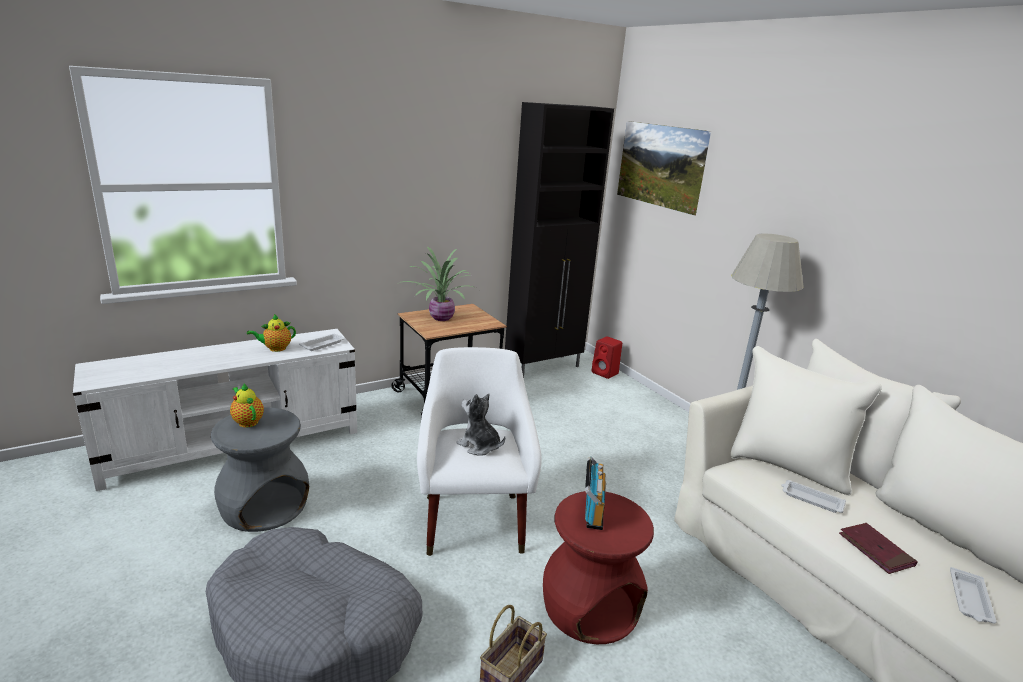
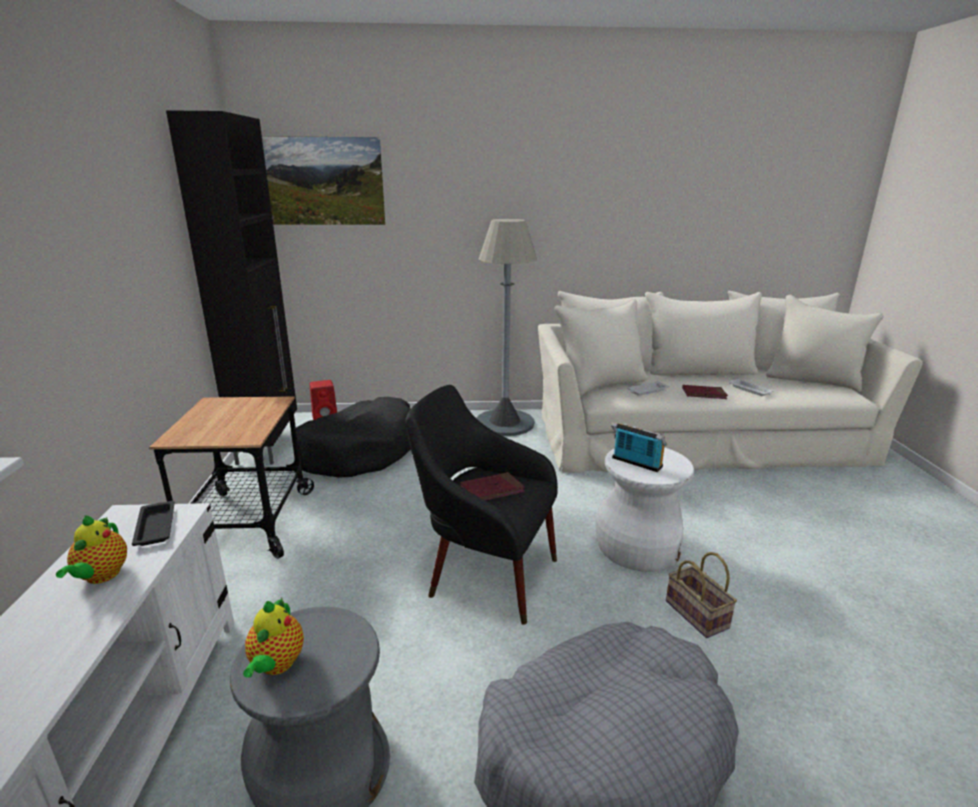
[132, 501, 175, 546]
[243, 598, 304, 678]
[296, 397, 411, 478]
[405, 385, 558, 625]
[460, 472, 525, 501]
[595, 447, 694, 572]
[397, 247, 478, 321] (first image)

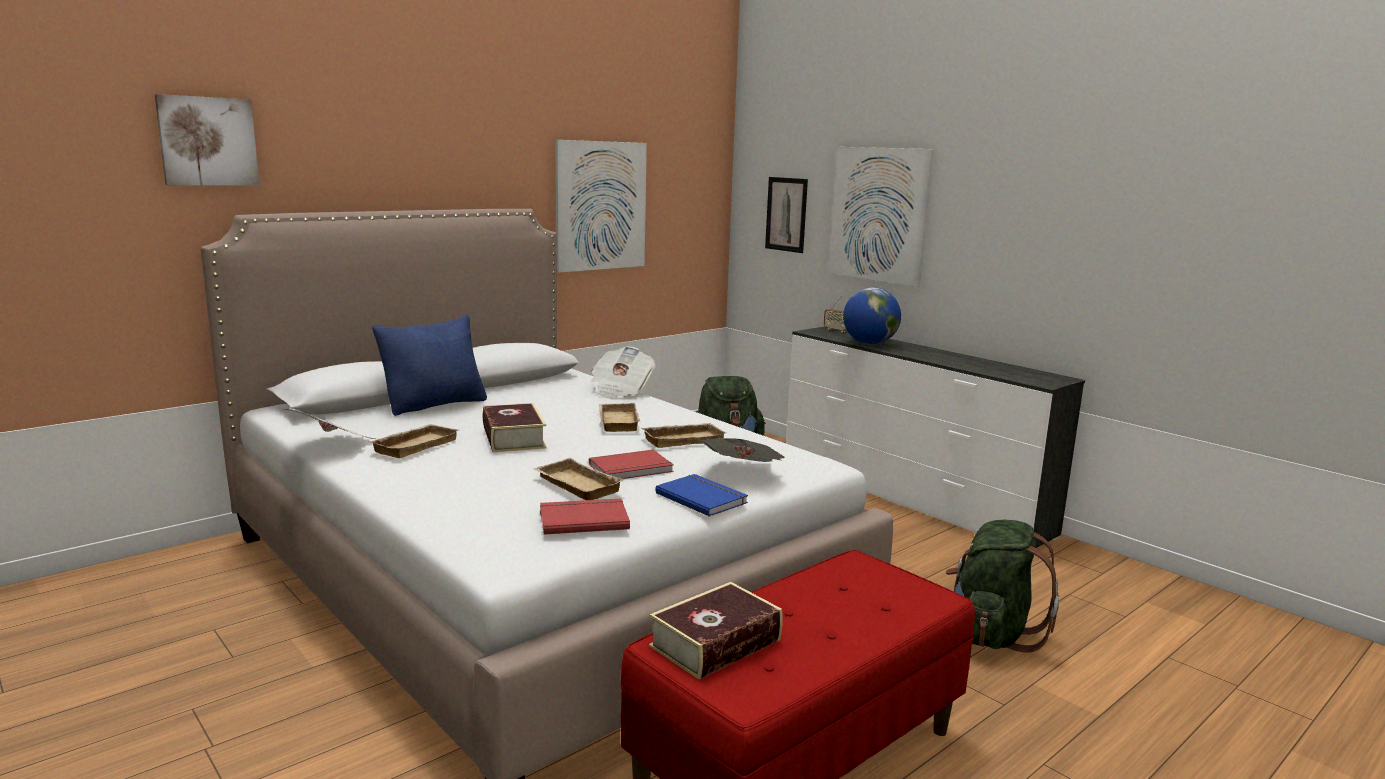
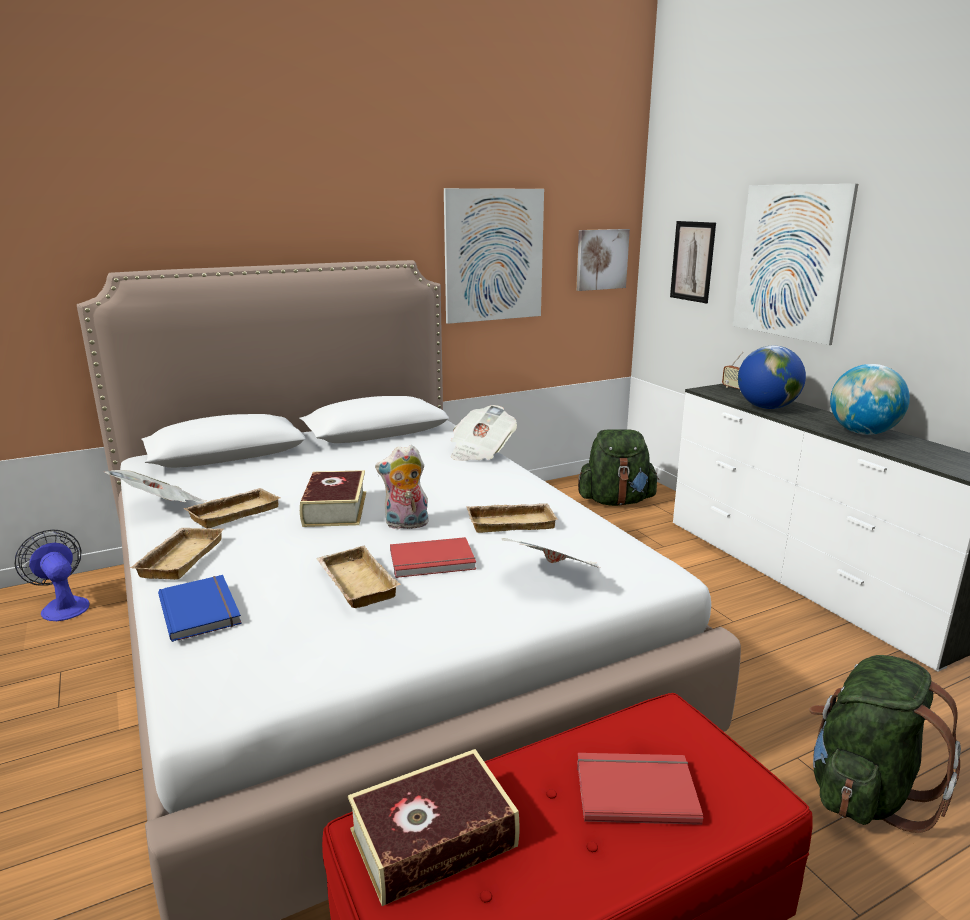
[14, 530, 90, 621]
[130, 528, 224, 580]
[158, 575, 242, 642]
[375, 445, 429, 529]
[576, 229, 630, 291]
[577, 753, 703, 825]
[830, 364, 910, 435]
[372, 315, 487, 416] (first image)

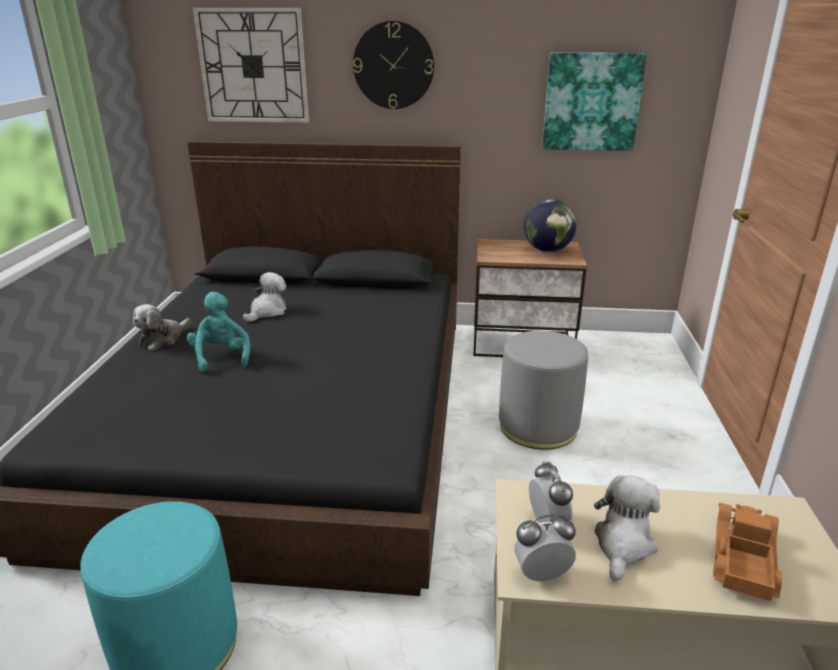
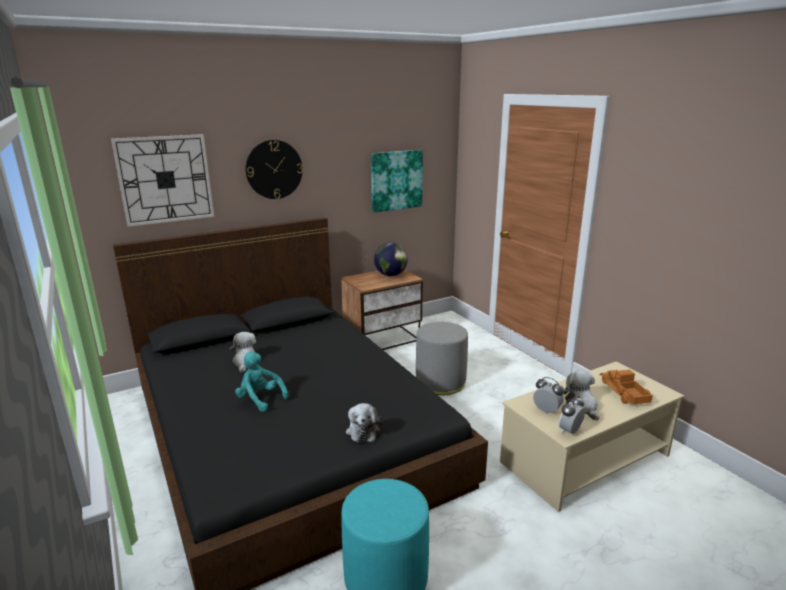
[346, 403, 382, 443]

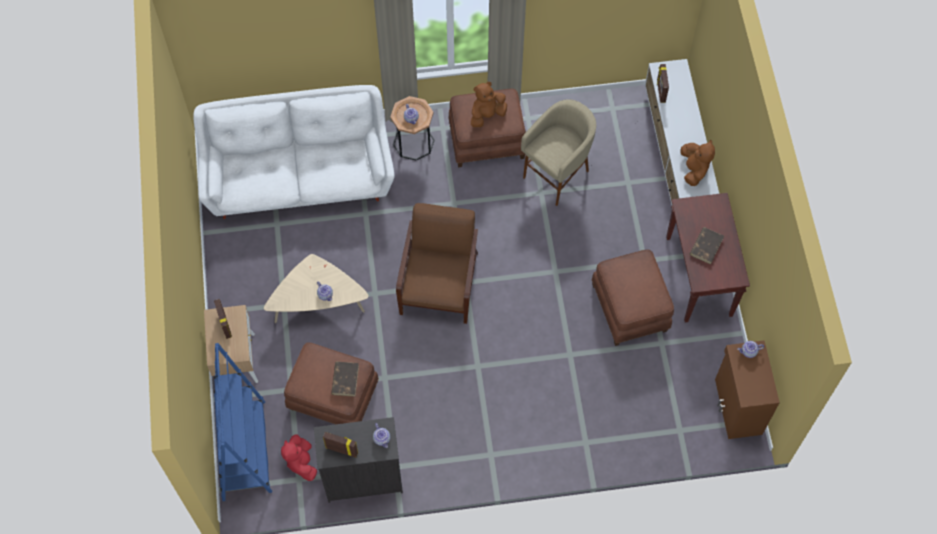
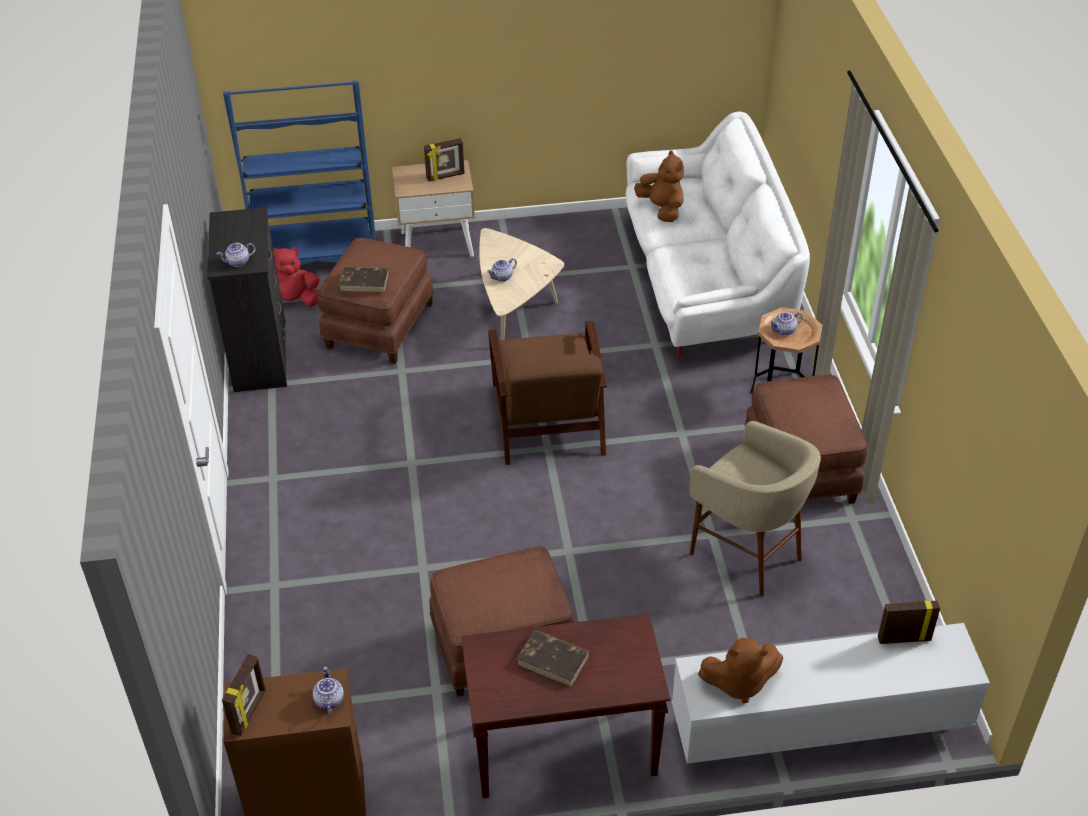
[222, 654, 266, 736]
[488, 321, 607, 465]
[634, 151, 684, 222]

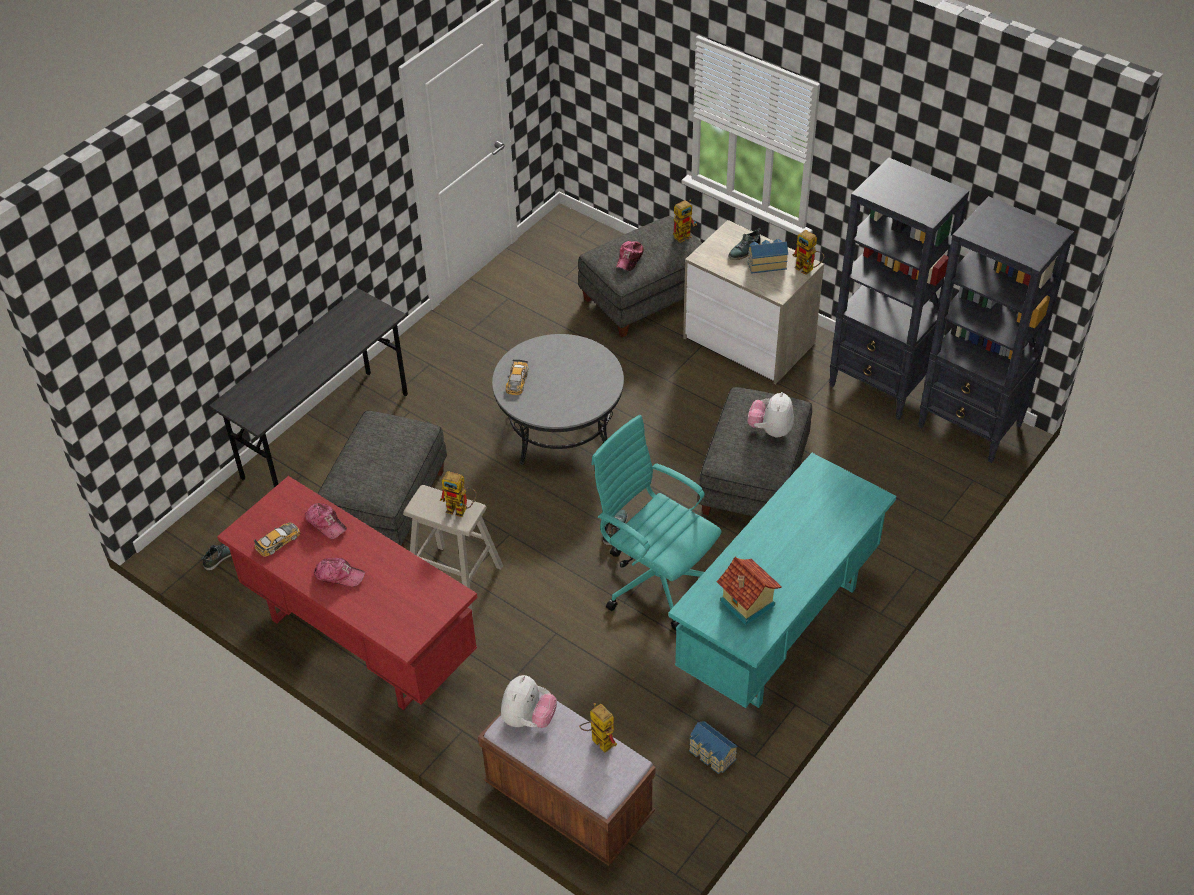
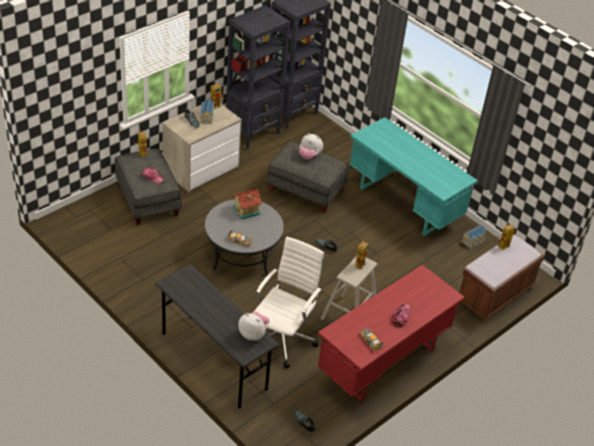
[232, 189, 262, 219]
[238, 311, 270, 341]
[255, 237, 324, 368]
[305, 503, 347, 539] (first image)
[591, 415, 722, 631] (first image)

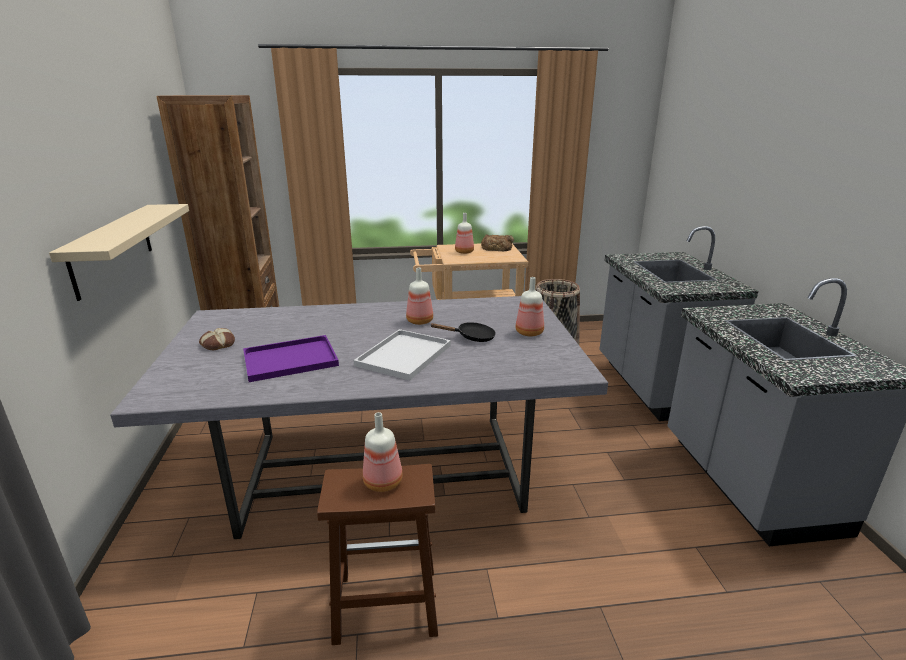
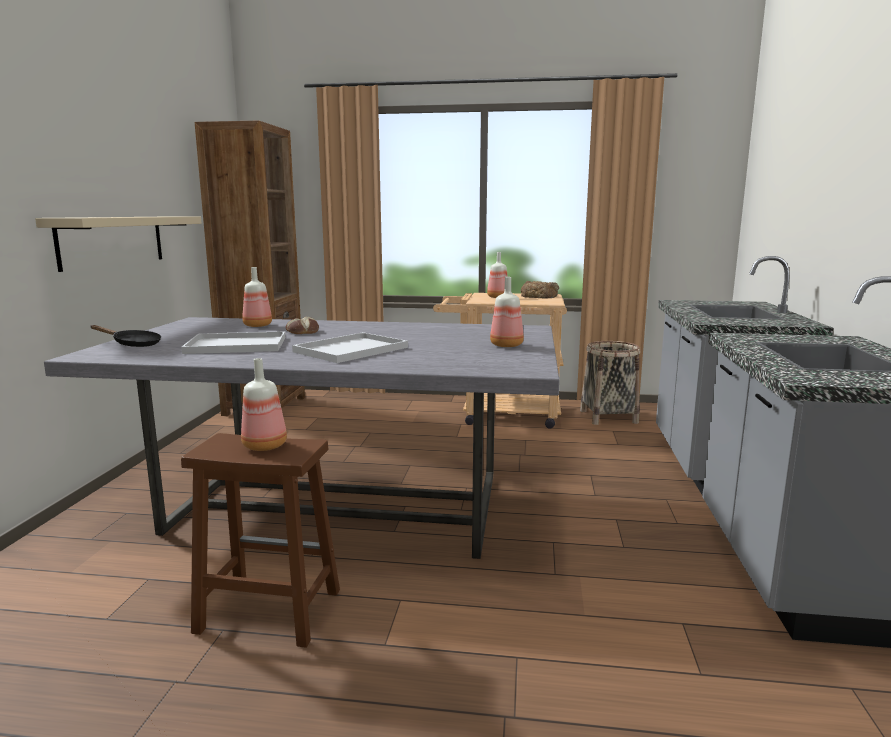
[91, 325, 161, 347]
[181, 331, 285, 354]
[242, 267, 272, 327]
[285, 317, 319, 334]

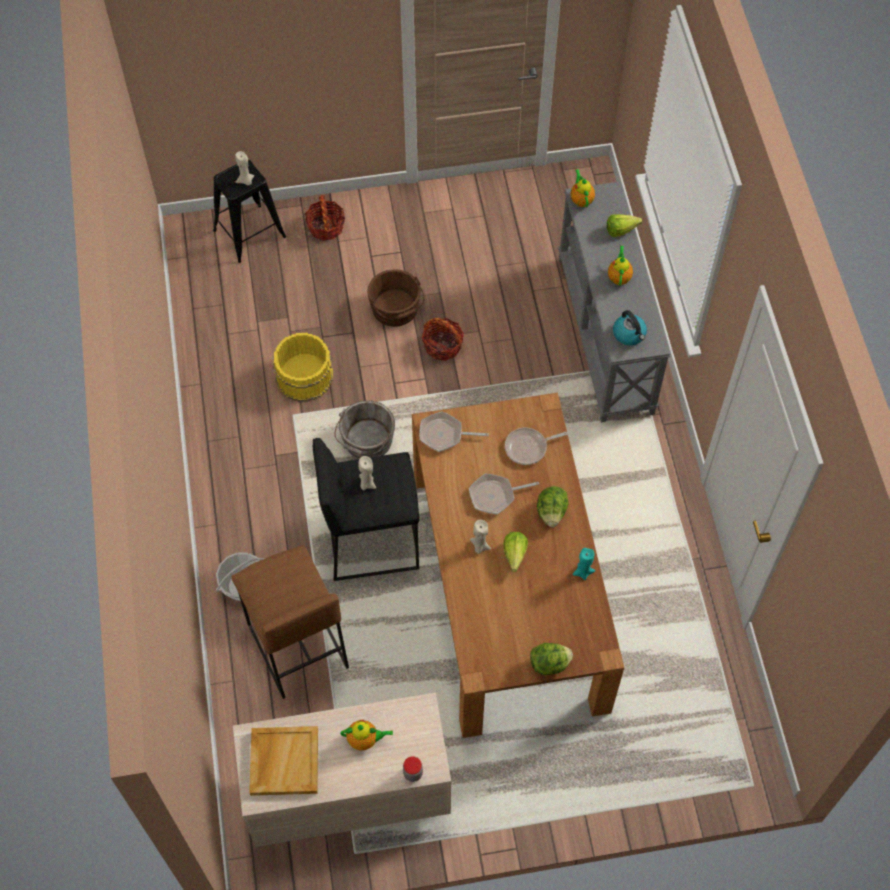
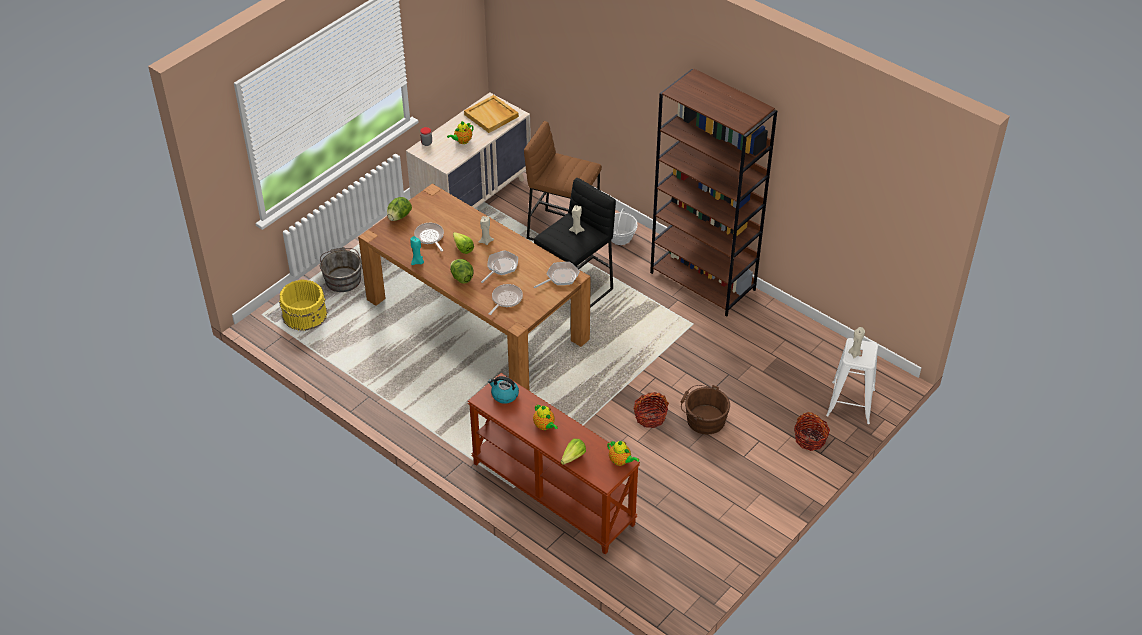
[279, 279, 328, 331]
[320, 247, 362, 292]
[414, 223, 444, 252]
[468, 373, 640, 554]
[650, 69, 777, 316]
[826, 338, 878, 424]

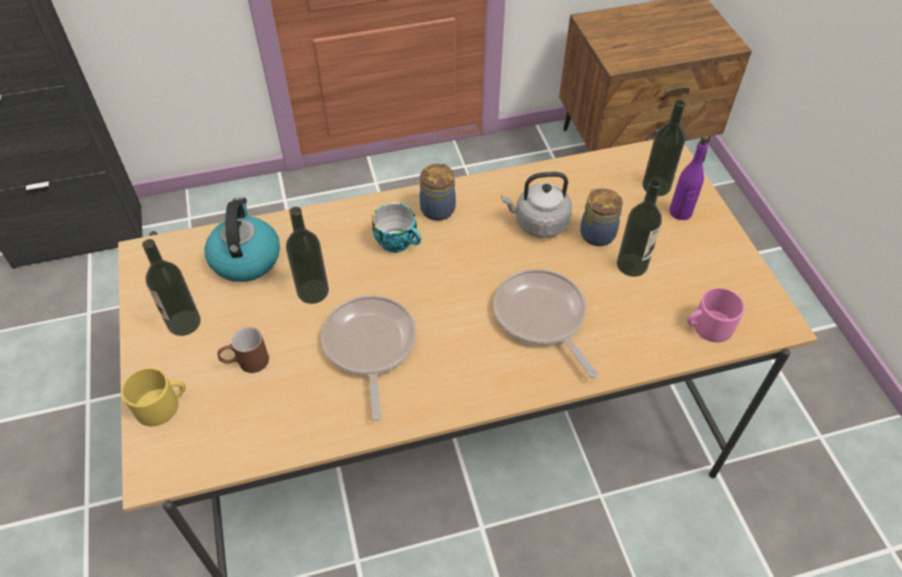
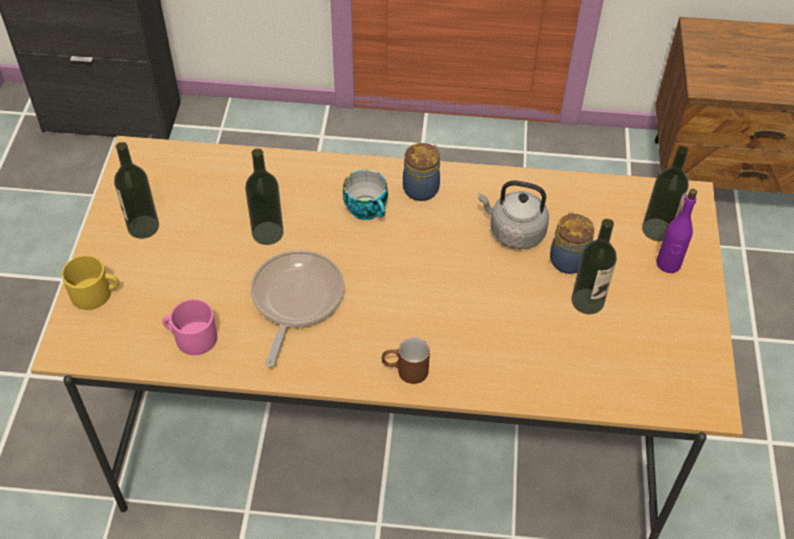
[162, 299, 217, 355]
[382, 337, 430, 384]
[205, 197, 280, 282] (first image)
[493, 269, 598, 378] (first image)

